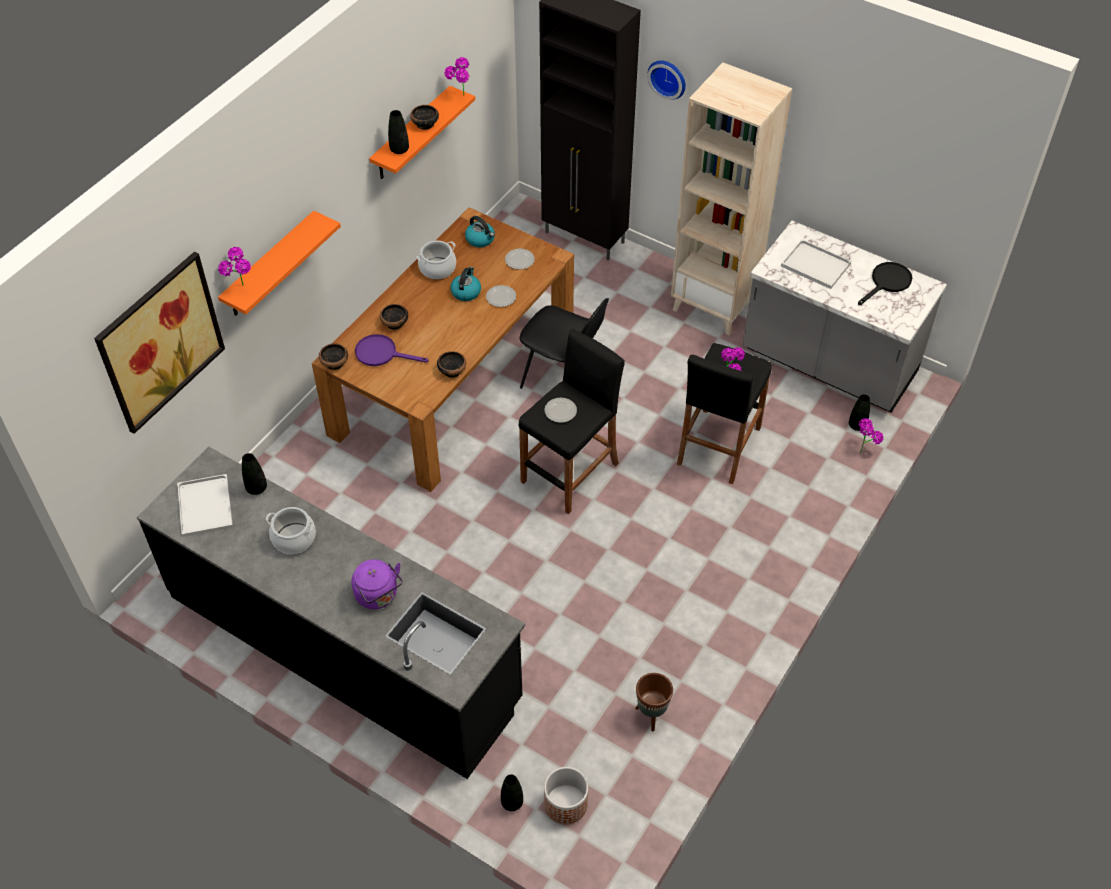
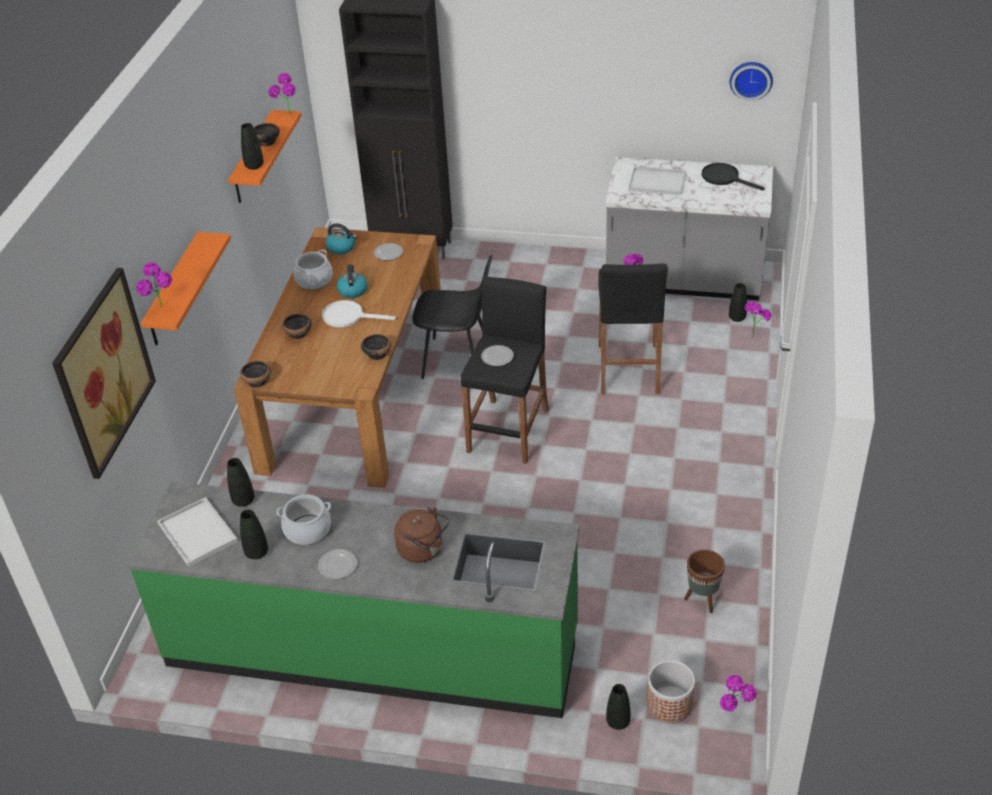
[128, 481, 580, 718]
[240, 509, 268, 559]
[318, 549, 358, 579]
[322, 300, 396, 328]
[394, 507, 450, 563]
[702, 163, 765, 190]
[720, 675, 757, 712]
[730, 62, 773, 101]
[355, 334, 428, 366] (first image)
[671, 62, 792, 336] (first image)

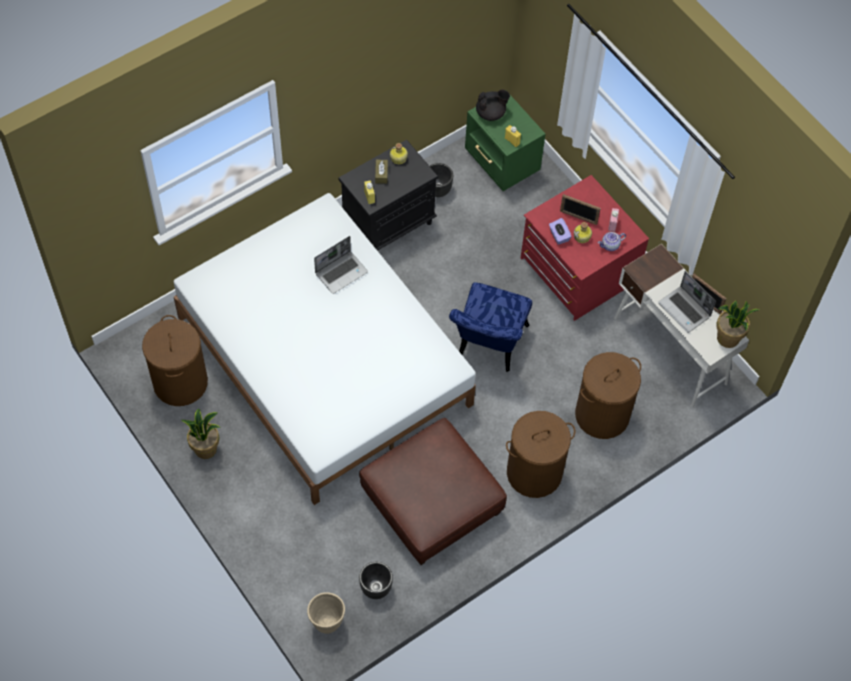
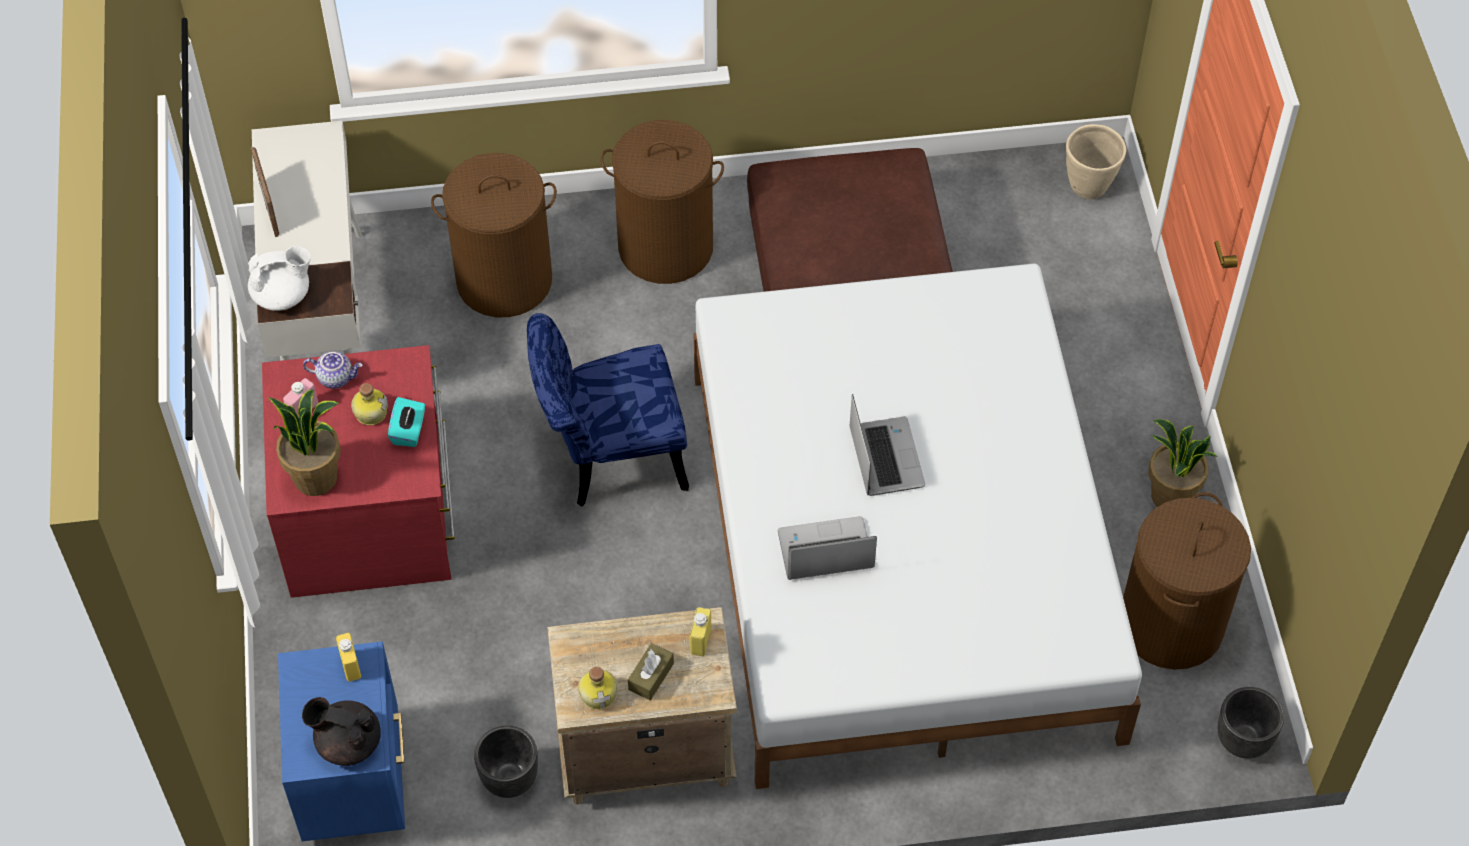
[248, 246, 311, 311]
[268, 390, 341, 496]
[278, 642, 405, 841]
[388, 397, 425, 447]
[527, 313, 689, 506]
[547, 607, 737, 804]
[850, 394, 925, 496]
[1218, 687, 1284, 759]
[560, 194, 601, 225] (first image)

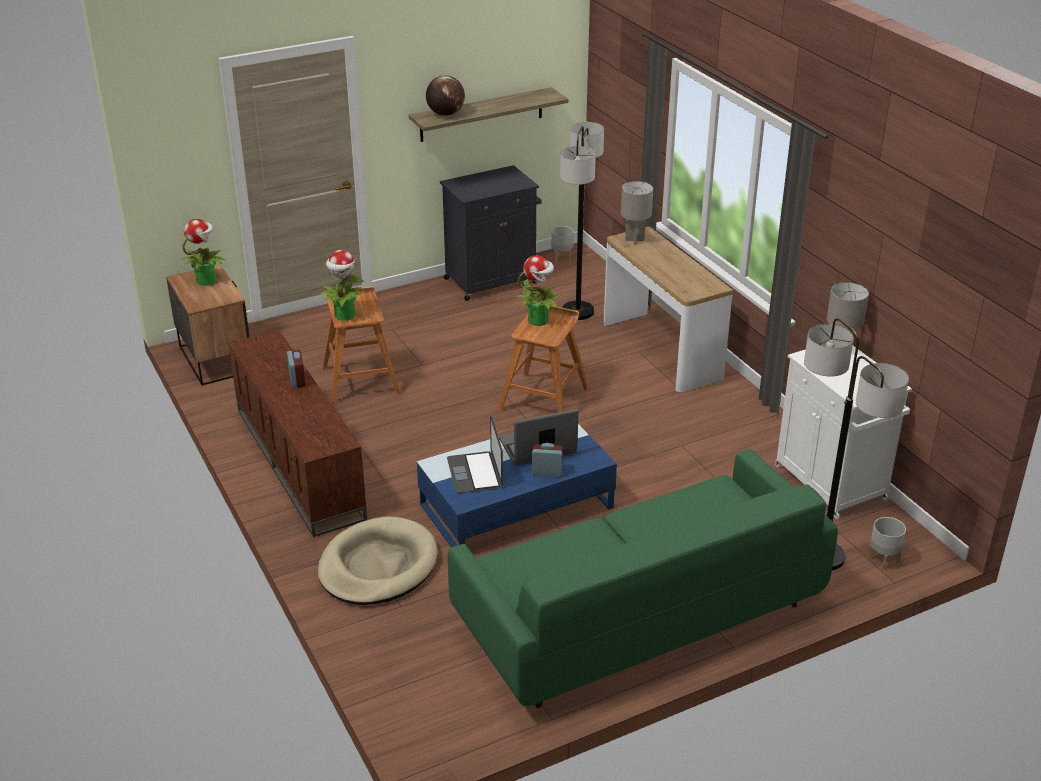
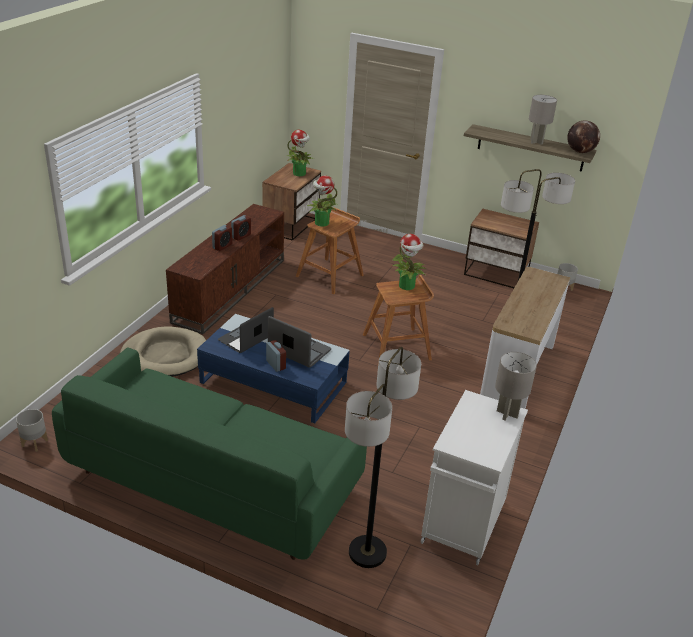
[16, 409, 48, 452]
[212, 225, 232, 251]
[464, 209, 539, 288]
[529, 95, 557, 145]
[567, 121, 600, 153]

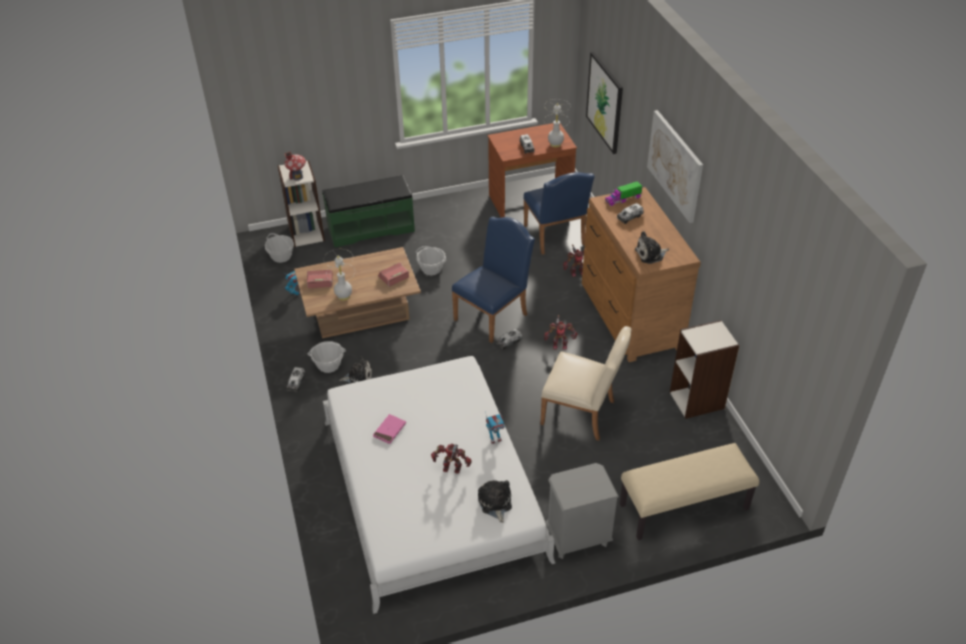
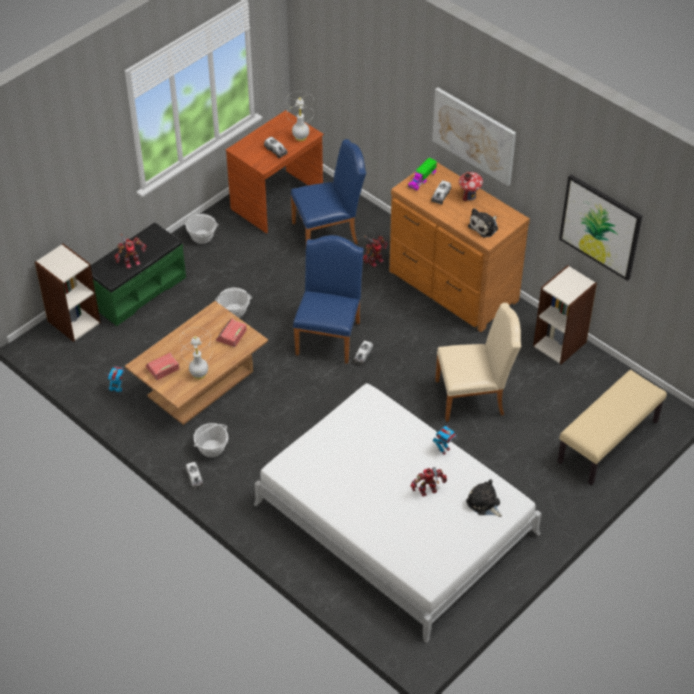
[114, 234, 146, 269]
[183, 214, 219, 244]
[291, 139, 366, 244]
[459, 172, 483, 202]
[559, 175, 642, 281]
[339, 356, 372, 384] (first image)
[373, 414, 406, 444] (first image)
[546, 463, 619, 559] (first image)

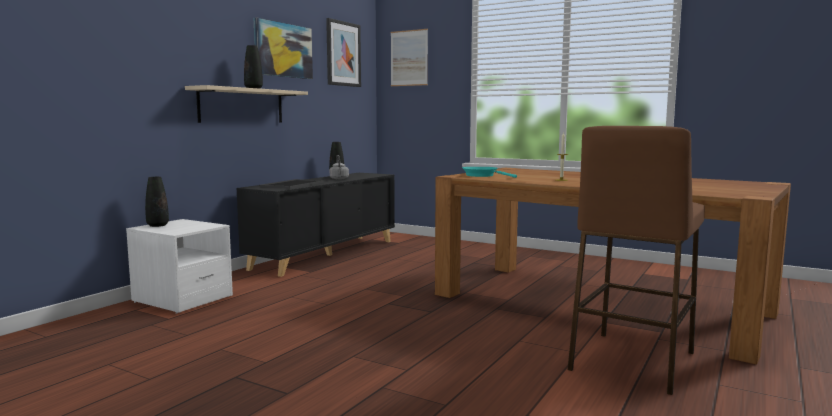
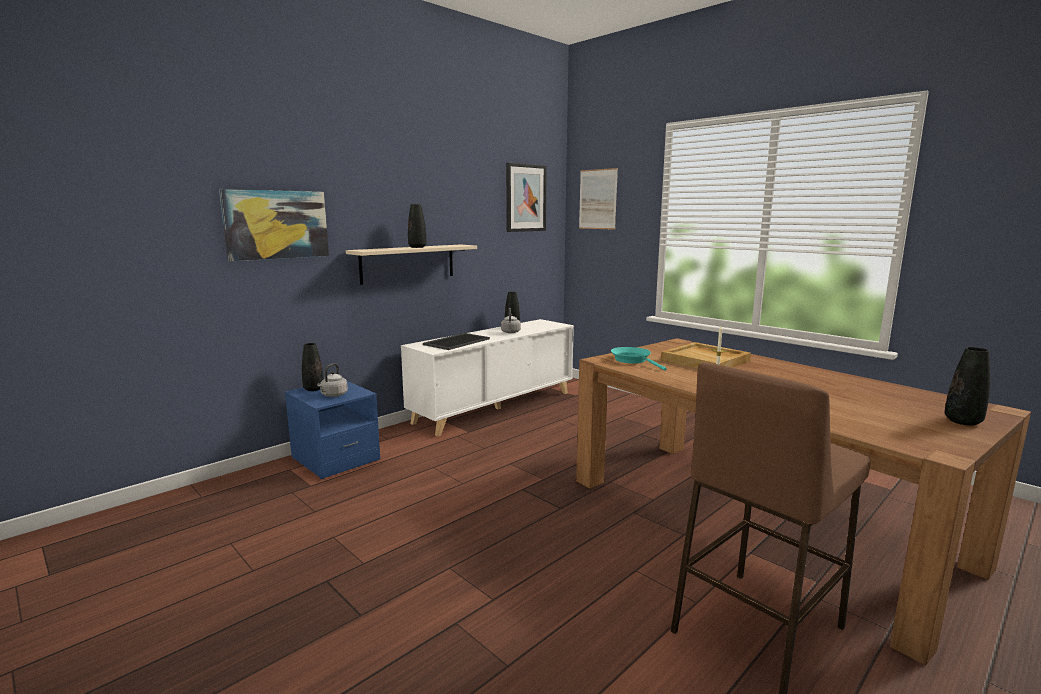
[219, 189, 329, 262]
[285, 381, 380, 479]
[317, 363, 348, 397]
[401, 319, 574, 436]
[661, 342, 751, 368]
[945, 347, 990, 426]

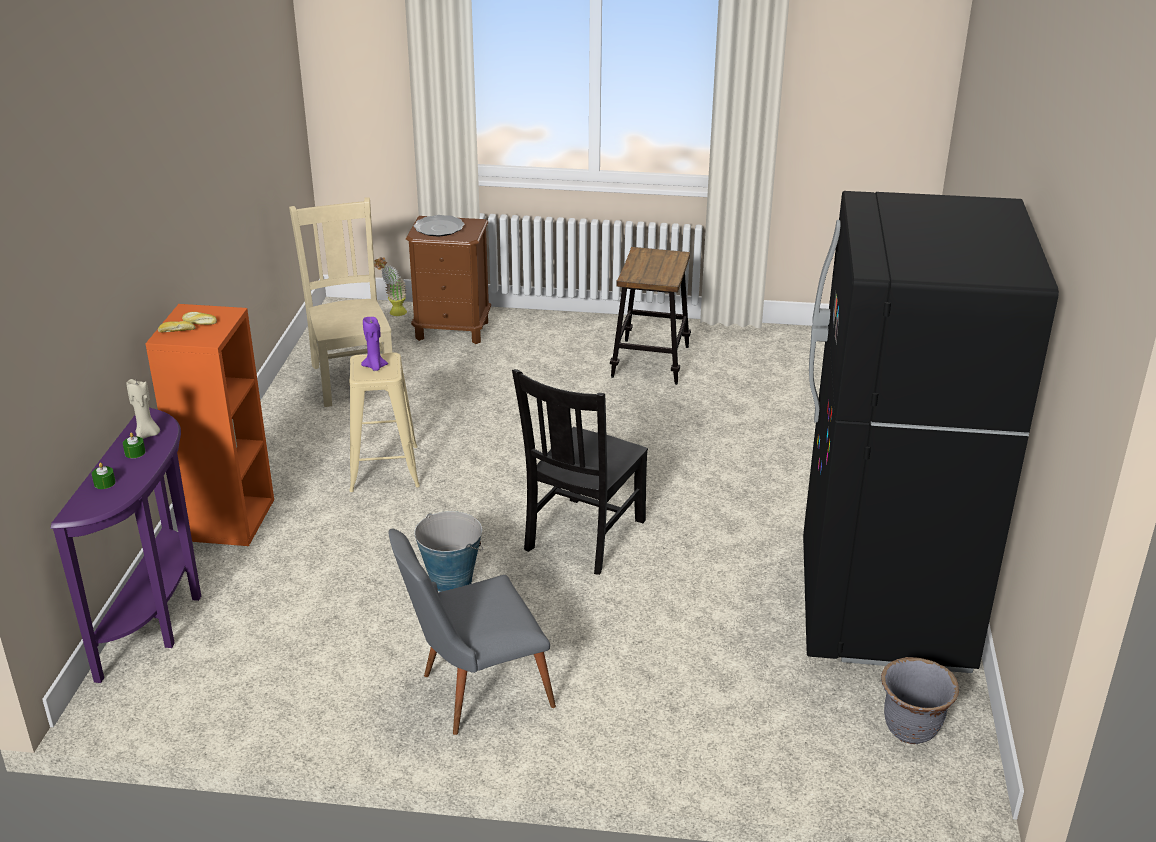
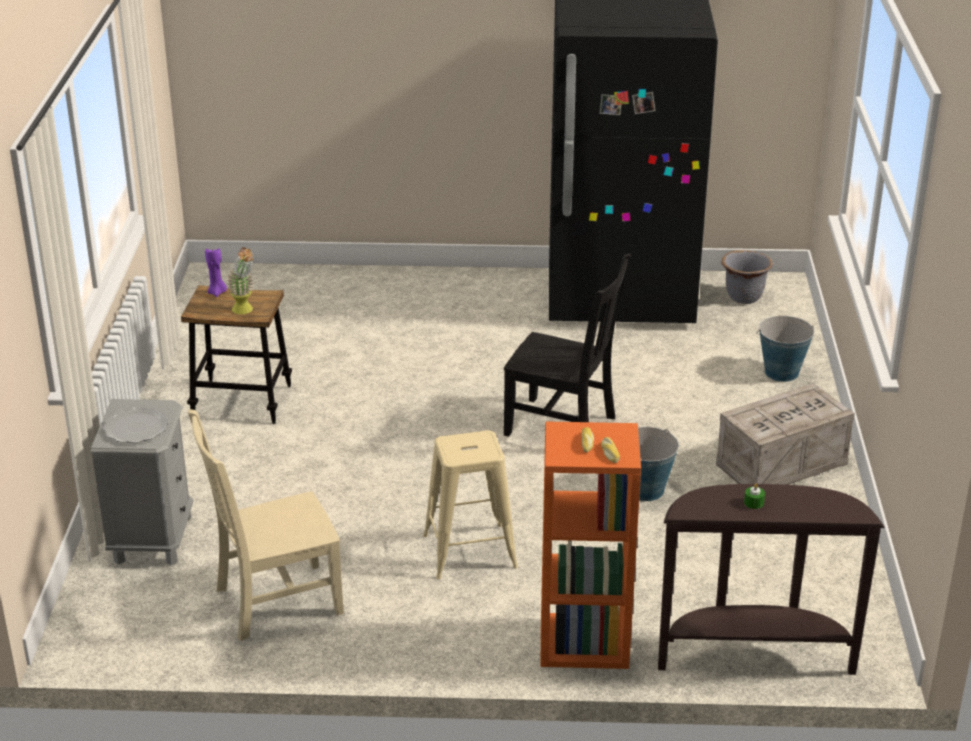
[91, 399, 193, 566]
[205, 247, 227, 297]
[227, 247, 254, 314]
[658, 484, 885, 675]
[716, 383, 855, 485]
[757, 316, 814, 382]
[92, 462, 116, 489] (first image)
[127, 379, 160, 439] (first image)

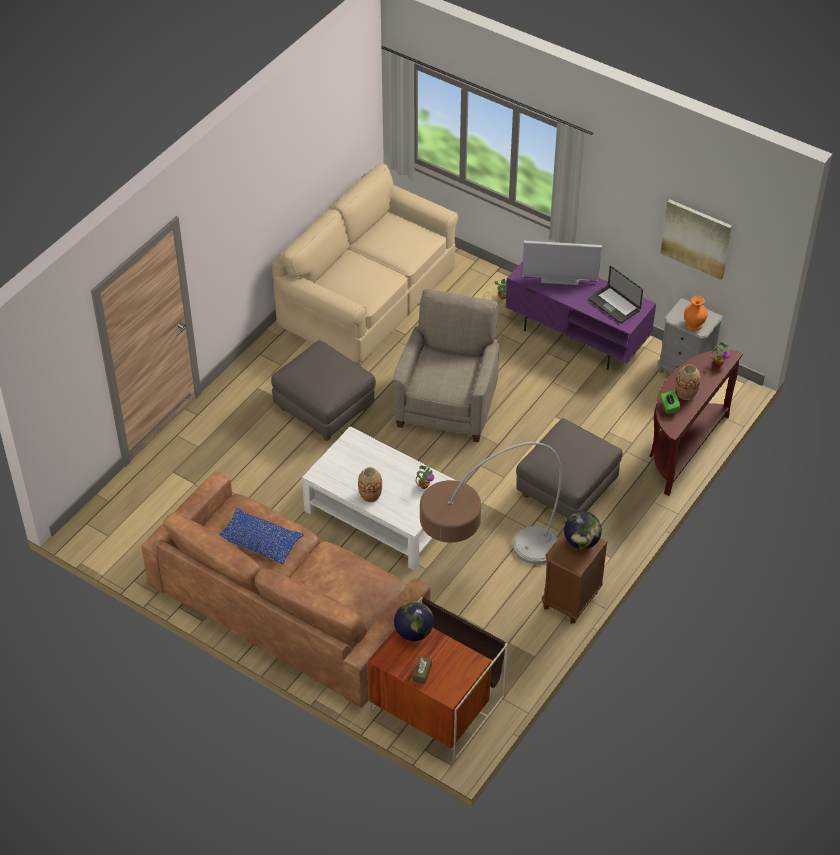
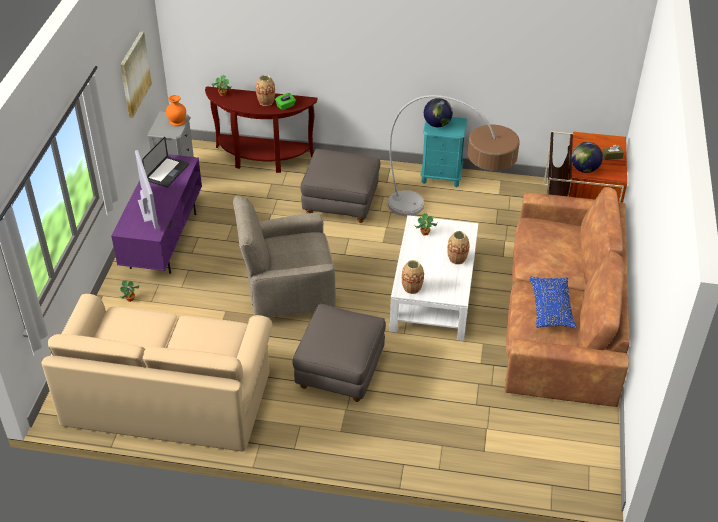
[402, 260, 424, 294]
[420, 117, 467, 187]

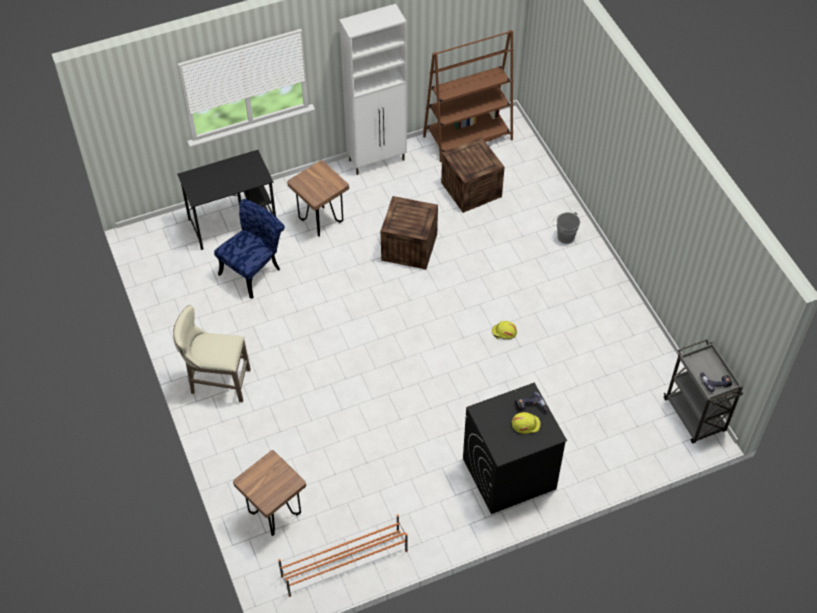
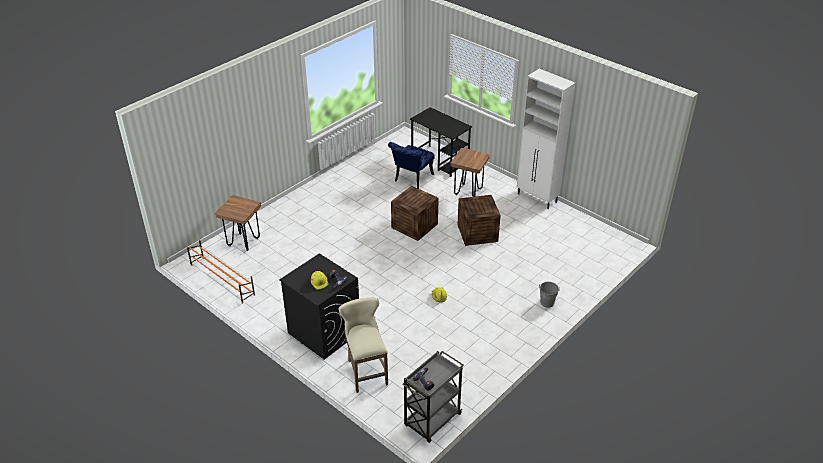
[338, 298, 388, 393]
[388, 142, 435, 189]
[391, 186, 439, 241]
[423, 30, 514, 162] (first image)

